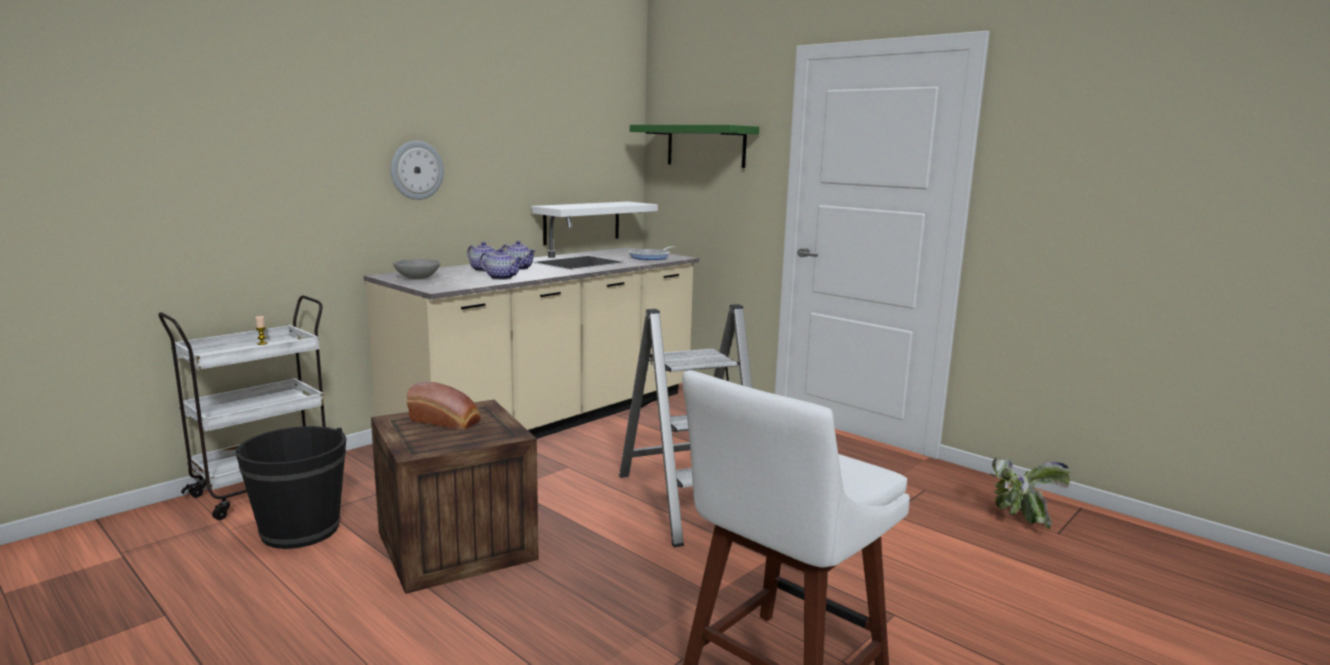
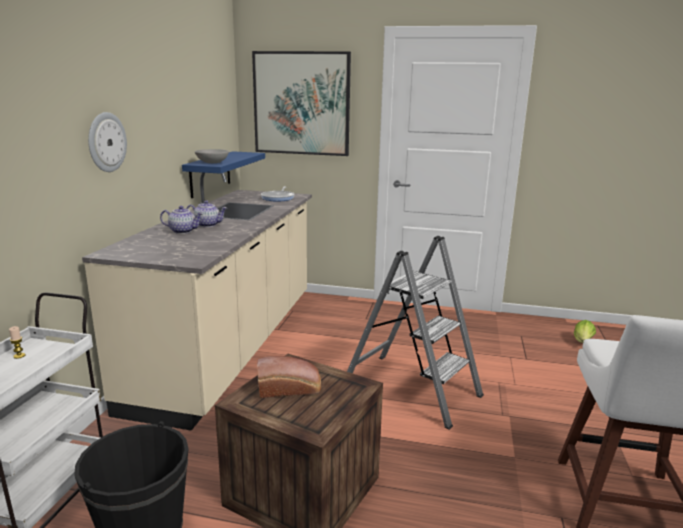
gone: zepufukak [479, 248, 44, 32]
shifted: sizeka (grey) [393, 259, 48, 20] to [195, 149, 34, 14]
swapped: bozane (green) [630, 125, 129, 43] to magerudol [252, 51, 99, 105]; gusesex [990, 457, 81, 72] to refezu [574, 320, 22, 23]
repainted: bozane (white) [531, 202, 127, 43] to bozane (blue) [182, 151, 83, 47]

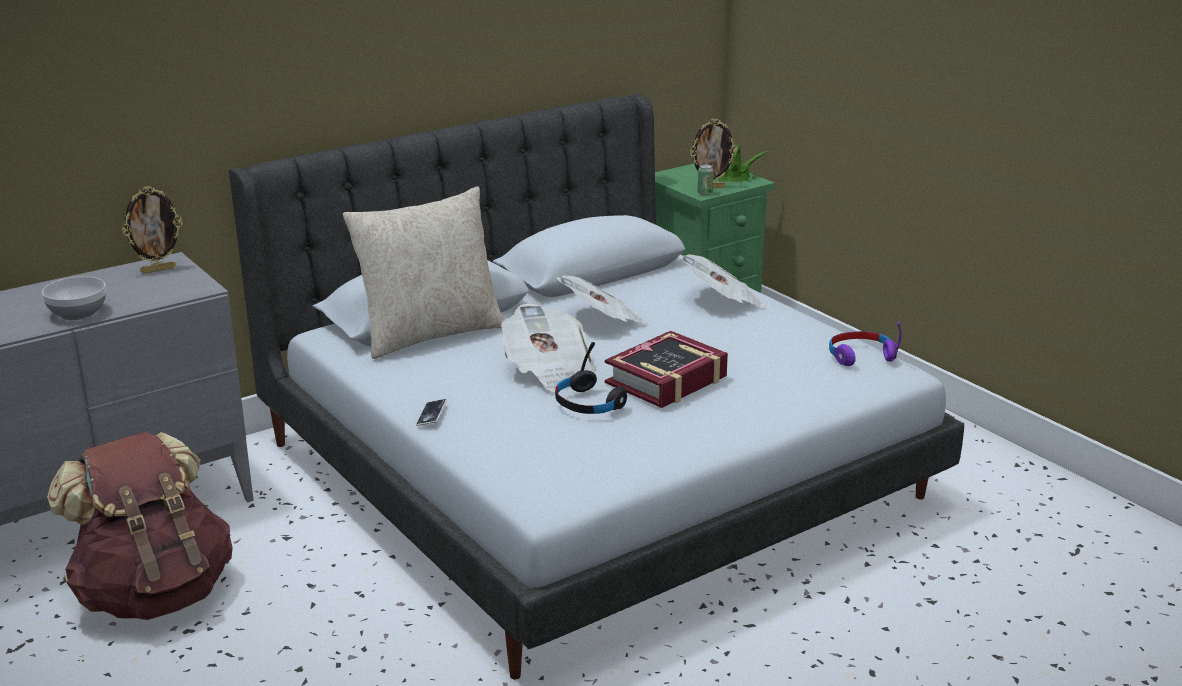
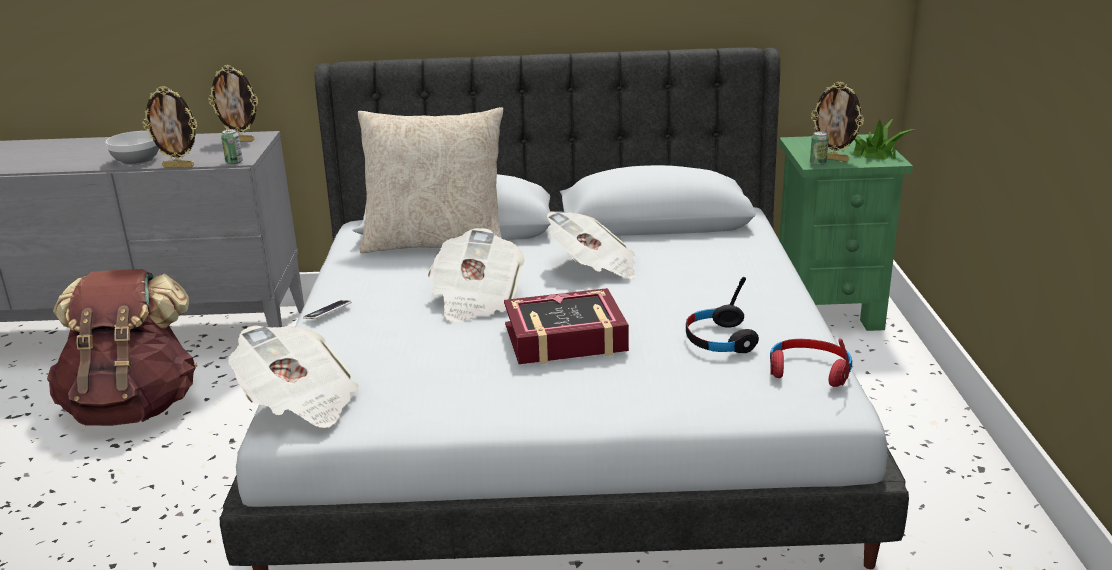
new: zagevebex [142, 86, 55, 82]; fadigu [221, 129, 22, 35]
shifted: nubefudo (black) [555, 342, 72, 72] to [686, 277, 73, 76]; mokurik [679, 254, 86, 53] to [228, 325, 131, 103]
repainted: nubefudo (purple) [829, 322, 72, 44] to nubefudo (red) [770, 338, 82, 49]

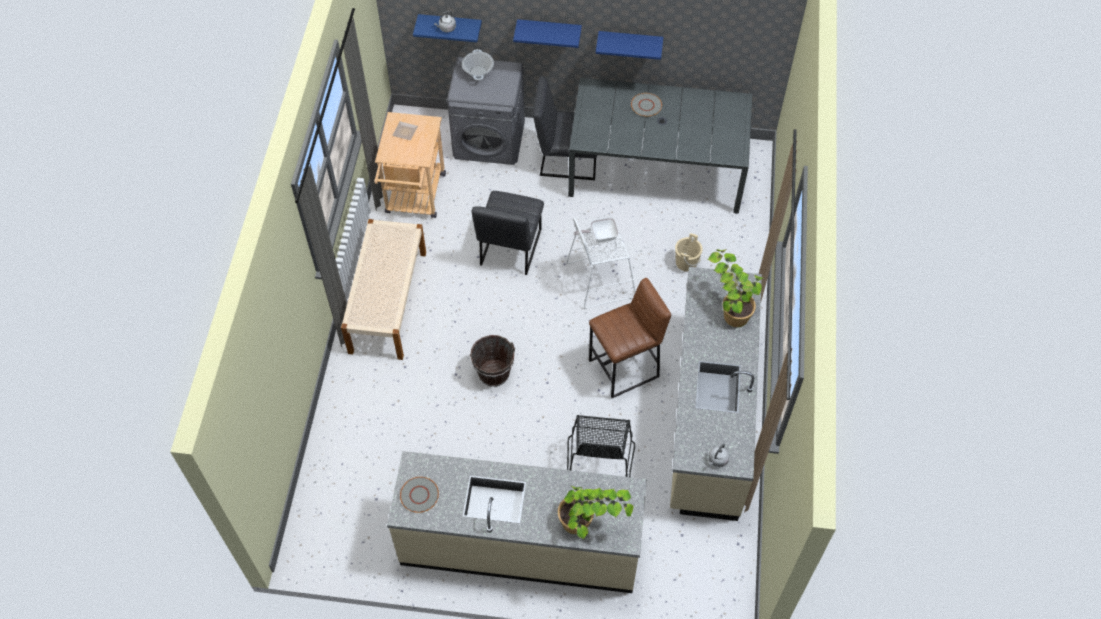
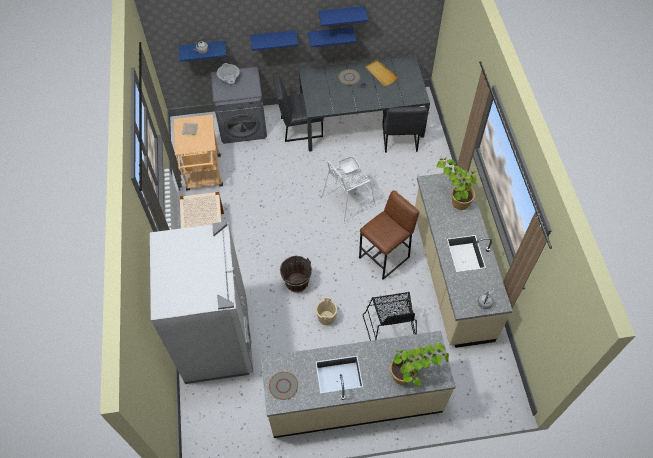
new: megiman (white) [150, 221, 104, 163]; bozane (blue) [318, 6, 50, 21]; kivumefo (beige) [365, 60, 33, 26]
shifted: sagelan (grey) [472, 191, 72, 84] to [382, 100, 45, 53]; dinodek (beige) [675, 233, 27, 39] to [316, 297, 21, 28]

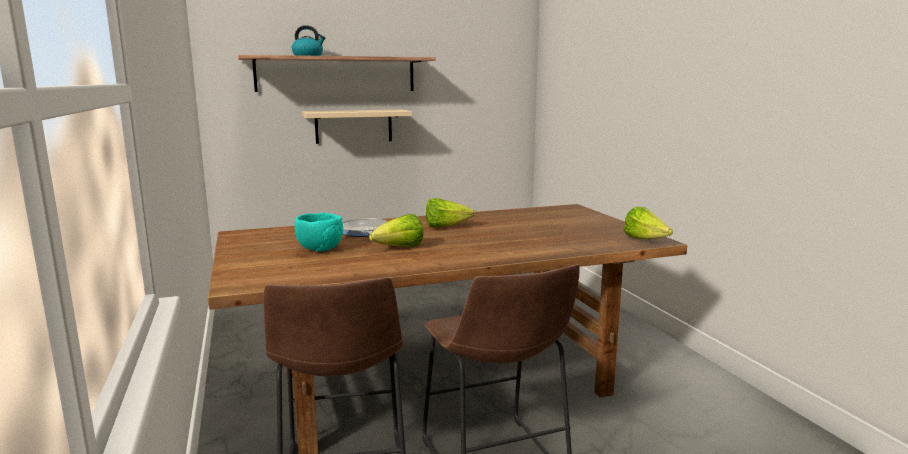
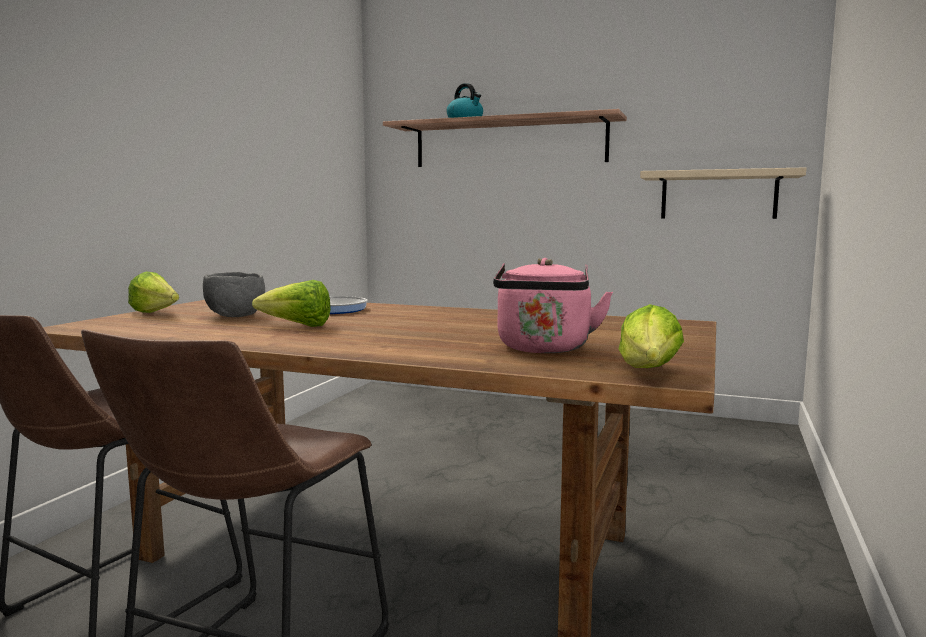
new: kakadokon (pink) [493, 258, 120, 95]
shifted: bozane (beige) [302, 109, 110, 35] to [640, 167, 166, 52]; refezu [426, 198, 49, 30] to [128, 271, 51, 42]
repainted: sizeka (turquoise) [295, 213, 48, 38] to sizeka (grey) [203, 272, 62, 45]

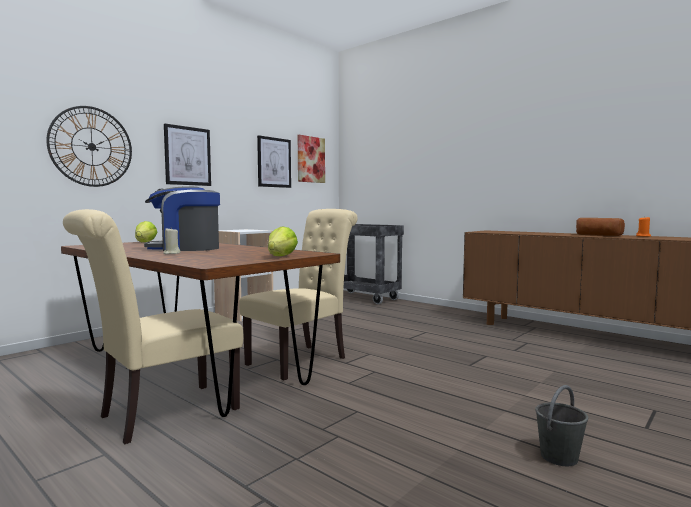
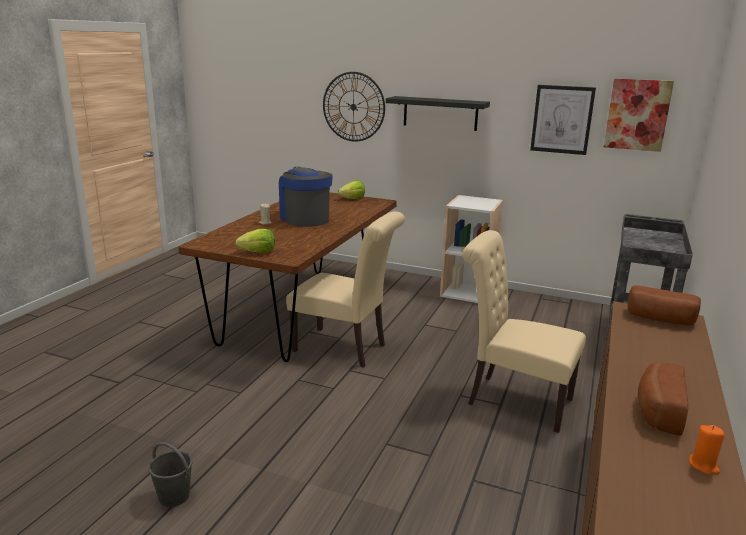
new: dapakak [628, 285, 73, 41]
shifted: sagelan (beige) [63, 209, 180, 235] to [462, 230, 124, 203]
swapped: magerudol [164, 123, 47, 63] to bozane (black) [386, 96, 104, 35]

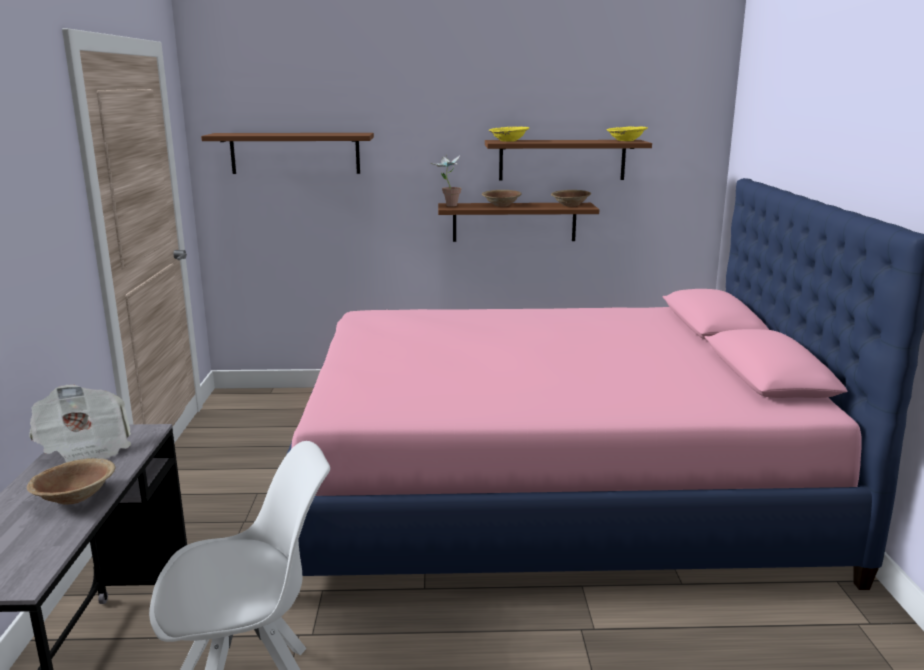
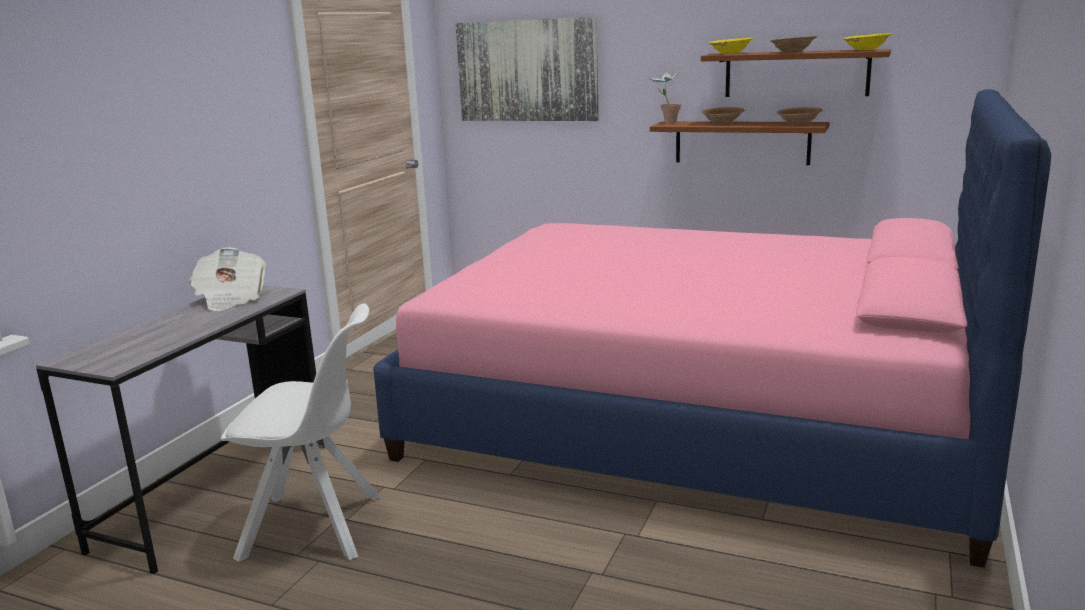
shifted: sizeka (brown) [27, 458, 88, 47] to [770, 36, 47, 17]
swapped: bozane (brown) [201, 133, 173, 41] to magerudol [455, 17, 144, 104]

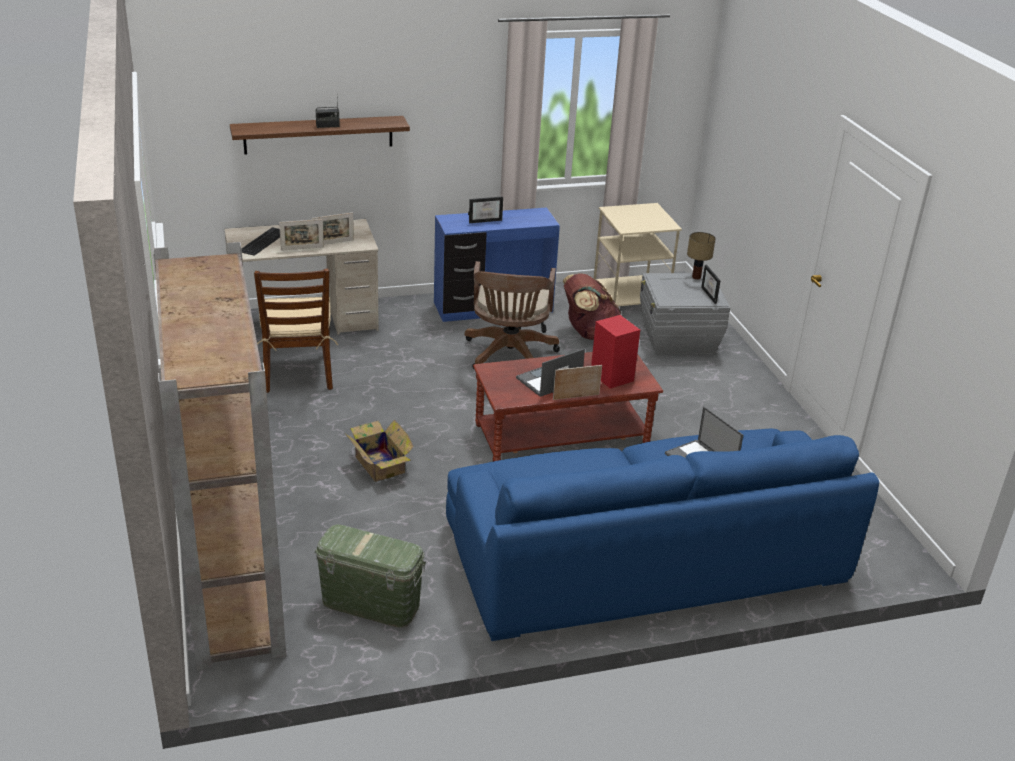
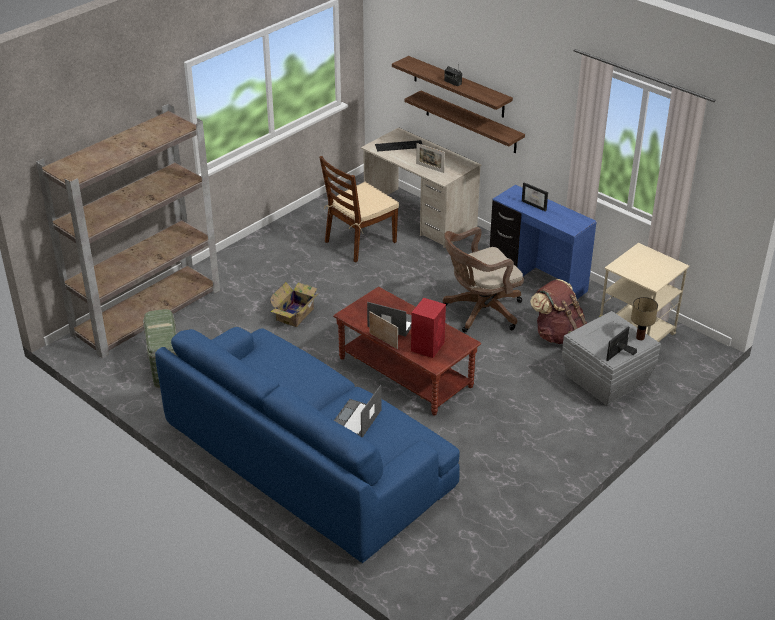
gone: zagevebex [279, 219, 45, 32]
new: bozane [404, 90, 121, 63]

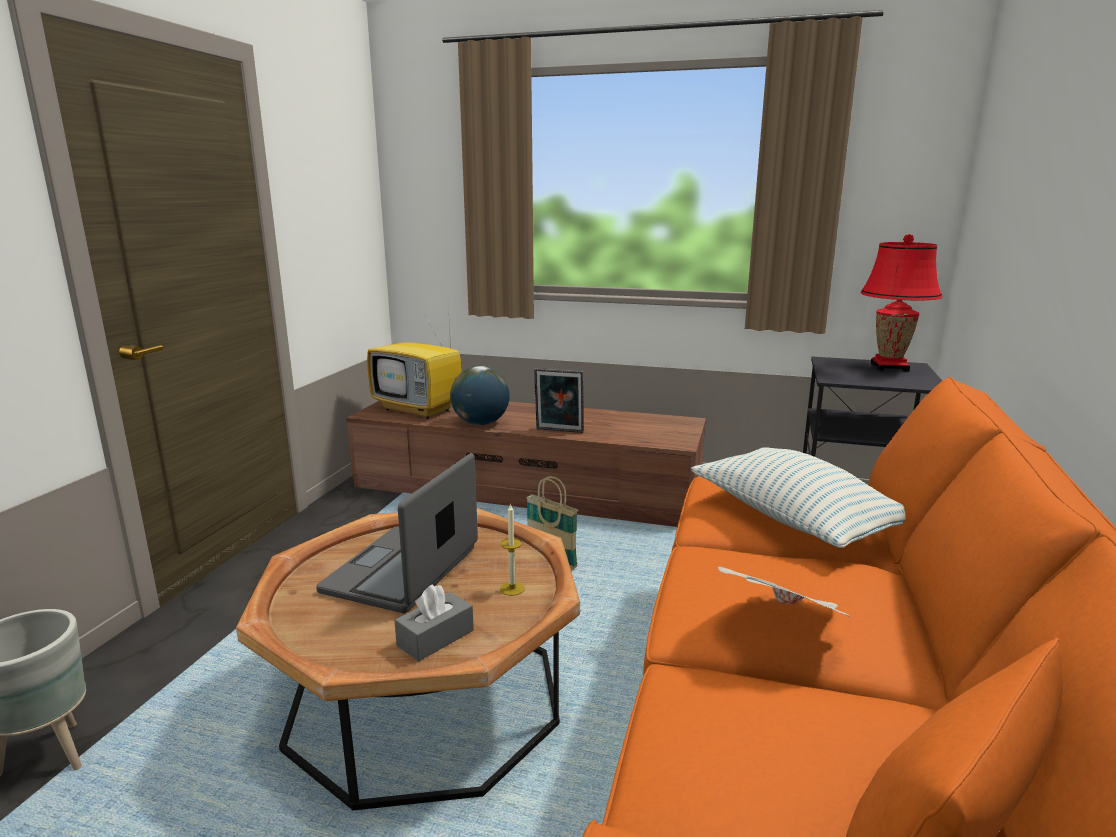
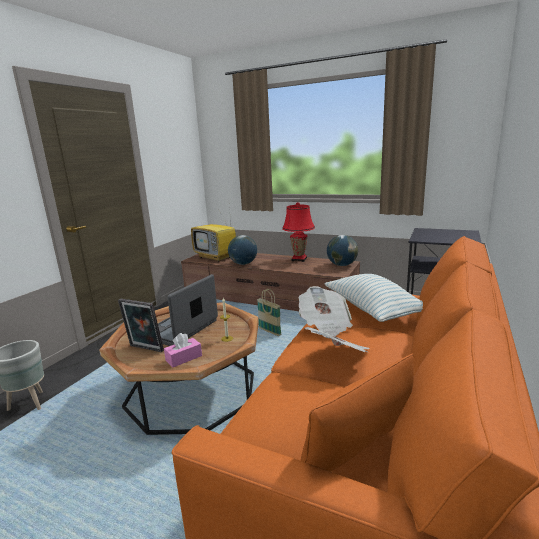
new: mokurik [299, 286, 54, 53]; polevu [327, 235, 31, 31]
shifted: zagevebex [534, 368, 50, 65] to [118, 299, 46, 53]; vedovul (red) [860, 234, 82, 137] to [282, 202, 33, 60]
repainted: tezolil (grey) [394, 584, 80, 78] to tezolil (pink) [164, 333, 38, 34]

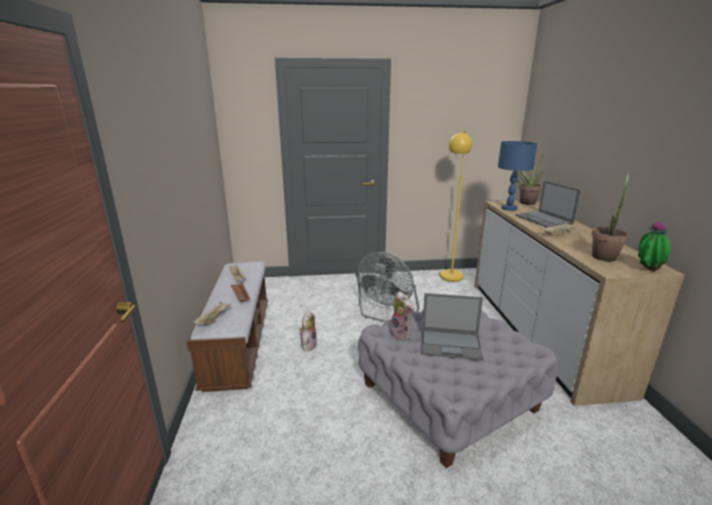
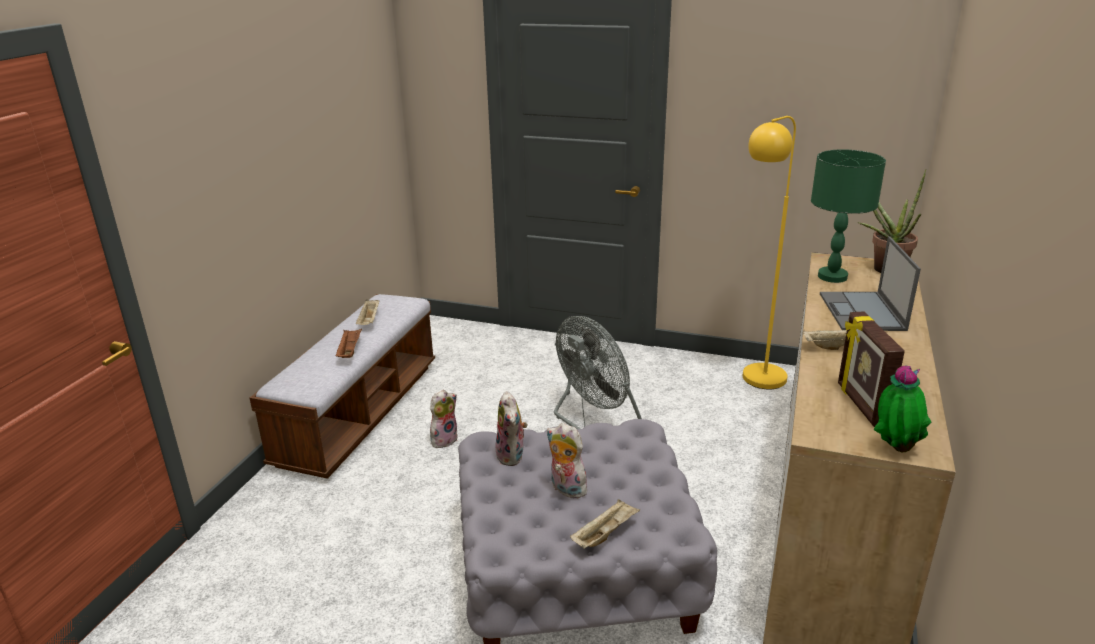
shifted: kivumefo (beige) [193, 301, 38, 24] to [570, 499, 70, 50]
swapped: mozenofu [422, 293, 61, 67] to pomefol [547, 423, 40, 75]; gusesex [591, 171, 38, 91] to zagevebex [838, 311, 67, 116]
repainted: vedovul (blue) [498, 141, 39, 70] to vedovul (green) [811, 149, 75, 134]

